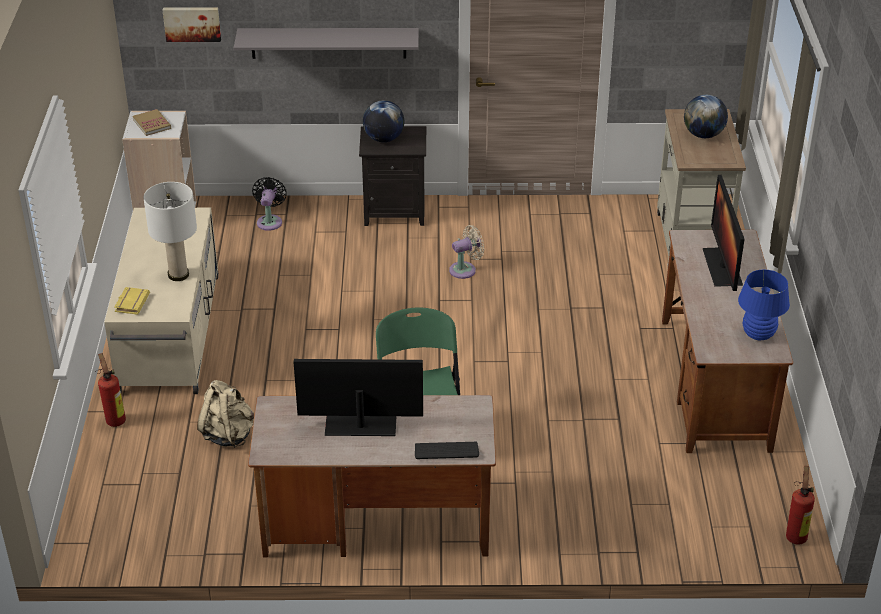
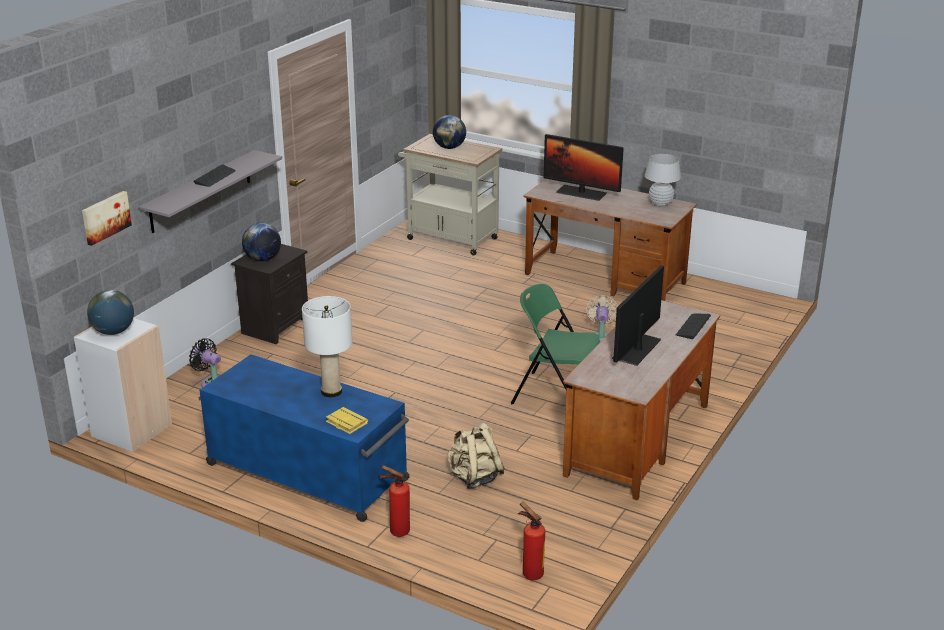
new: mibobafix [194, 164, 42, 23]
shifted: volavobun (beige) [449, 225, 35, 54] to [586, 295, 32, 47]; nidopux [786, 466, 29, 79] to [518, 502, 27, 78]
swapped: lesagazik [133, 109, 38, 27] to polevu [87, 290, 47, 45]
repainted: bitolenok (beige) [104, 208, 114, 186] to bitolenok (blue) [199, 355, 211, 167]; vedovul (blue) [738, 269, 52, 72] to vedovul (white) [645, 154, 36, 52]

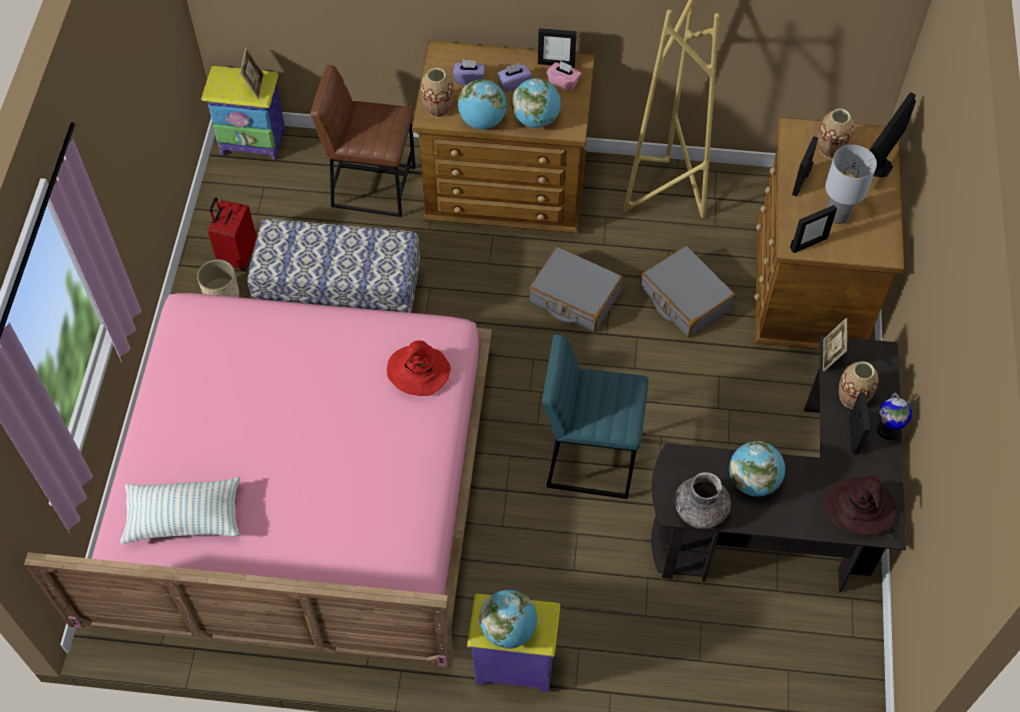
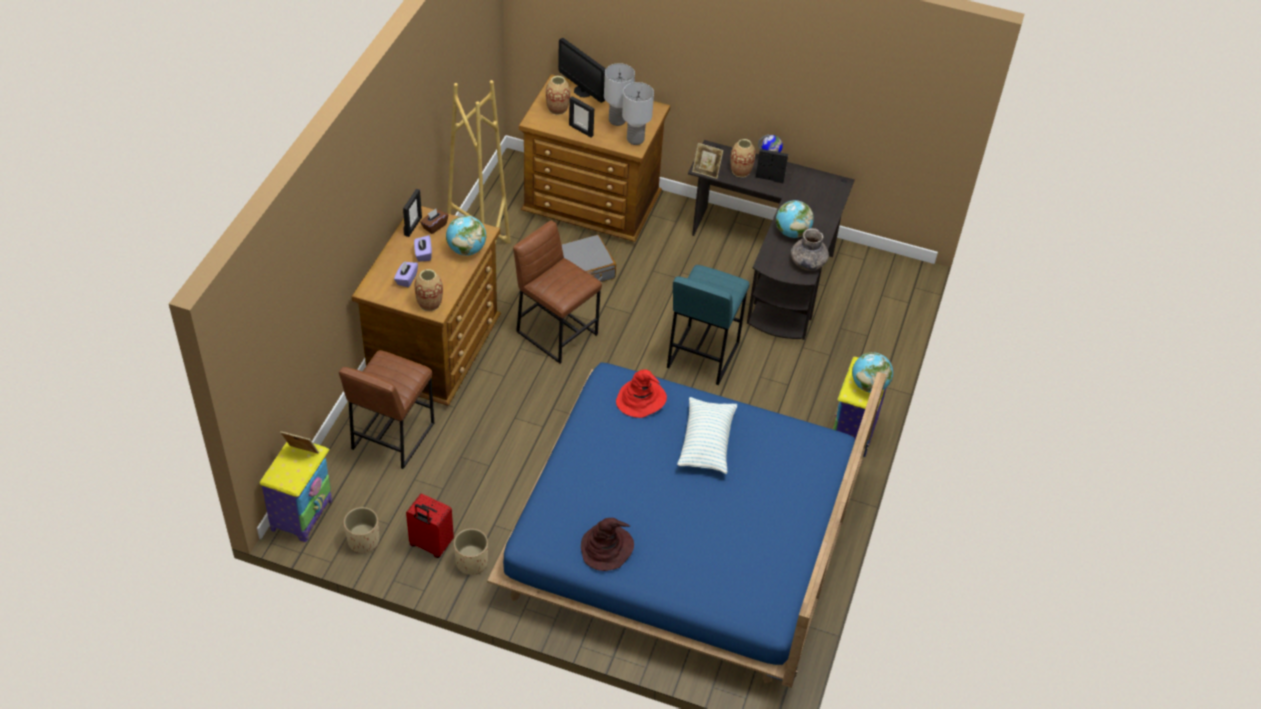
gone: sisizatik [247, 219, 173, 94]; polevu [458, 79, 49, 50]
new: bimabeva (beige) [344, 507, 35, 46]
shifted: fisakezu [120, 477, 120, 67] to [677, 397, 60, 77]; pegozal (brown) [825, 475, 71, 60] to [581, 518, 53, 53]
swapped: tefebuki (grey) [528, 246, 95, 86] to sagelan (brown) [513, 220, 89, 143]; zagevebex [790, 205, 47, 48] to vedovul (grey) [622, 82, 32, 63]
repainted: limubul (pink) [24, 293, 468, 374] to limubul (blue) [487, 362, 400, 326]; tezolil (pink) [547, 61, 34, 30] to tezolil (brown) [420, 209, 28, 25]

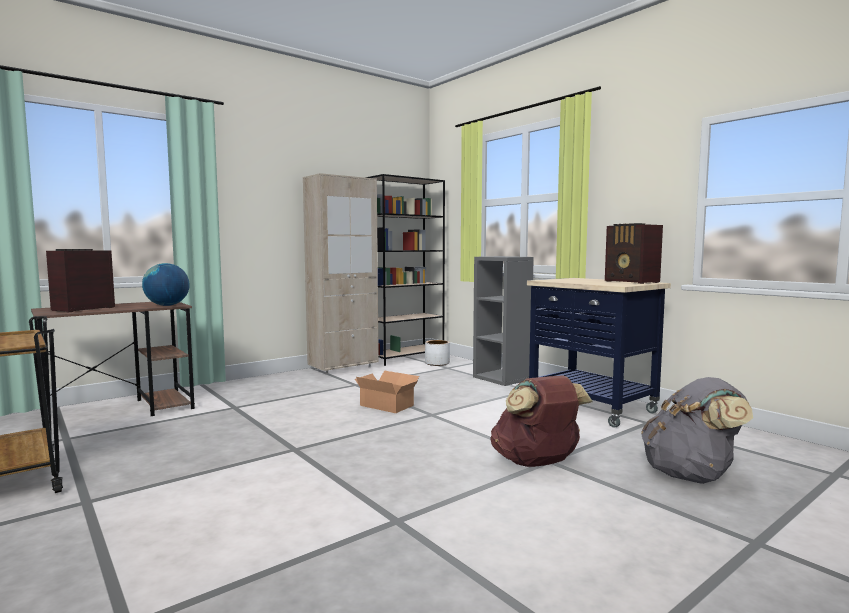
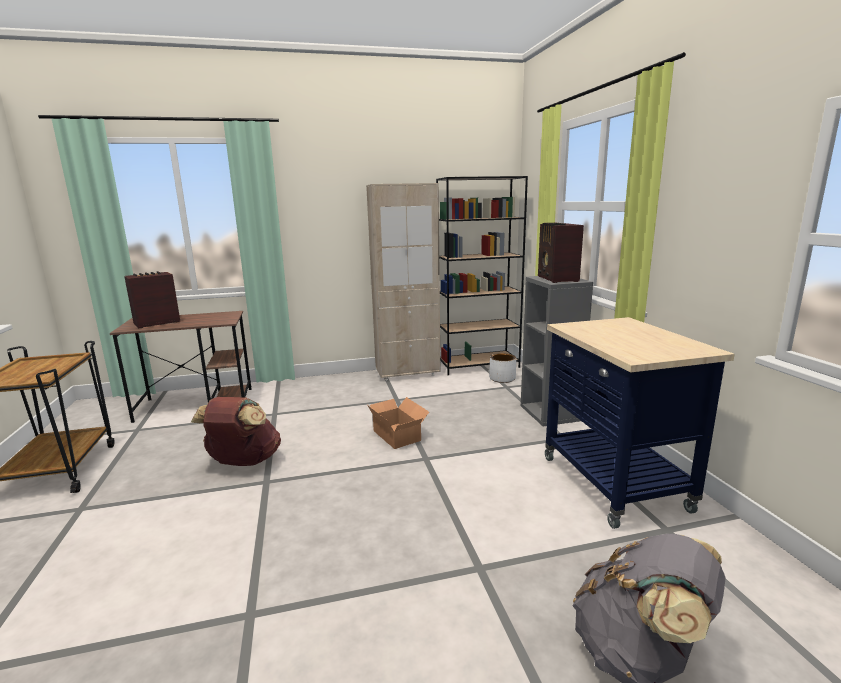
gone: polevu [142, 263, 48, 43]
shifted: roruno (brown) [490, 375, 102, 92] to [191, 397, 90, 69]; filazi [605, 223, 58, 61] to [538, 223, 46, 60]

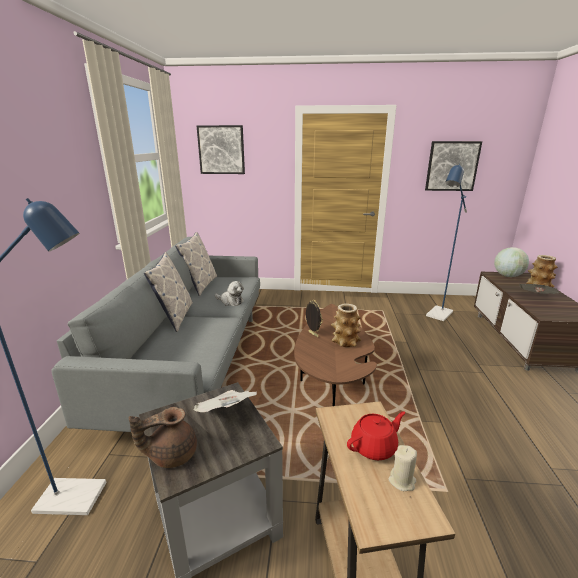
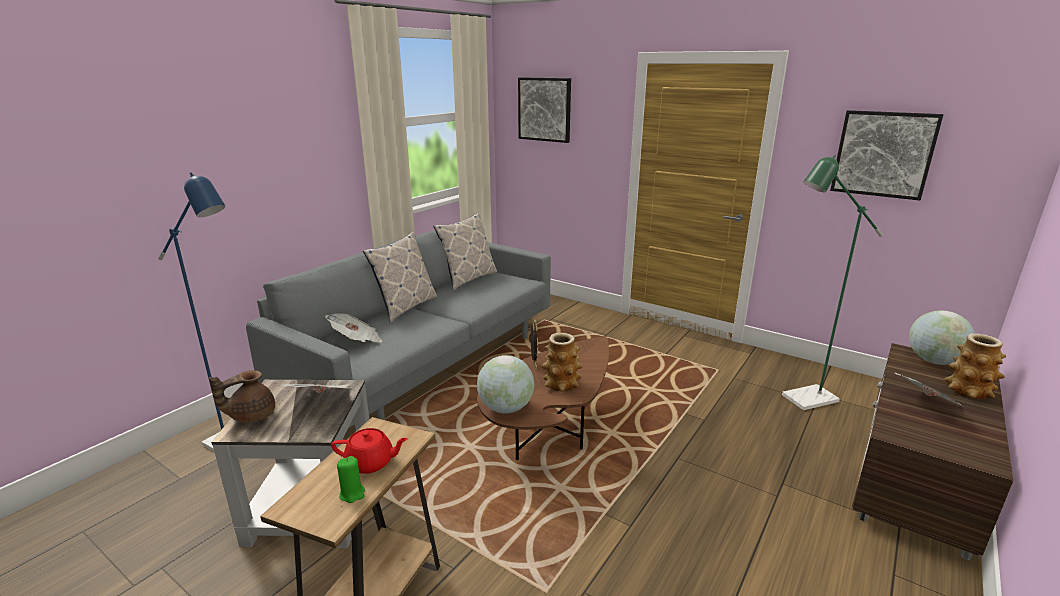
gone: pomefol [215, 281, 29, 25]
new: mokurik [325, 313, 58, 29]; polevu [477, 355, 57, 58]
repainted: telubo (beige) [388, 445, 29, 46] to telubo (green) [337, 456, 28, 47]; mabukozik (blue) [426, 164, 41, 157] to mabukozik (green) [782, 155, 101, 255]
rotated: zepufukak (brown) [129, 407, 68, 61] = [209, 370, 66, 53] 45 degrees counterclockwise

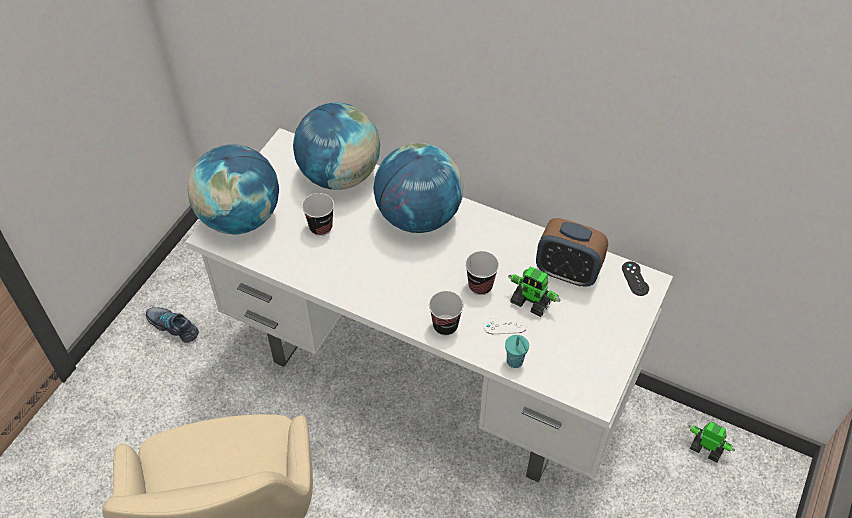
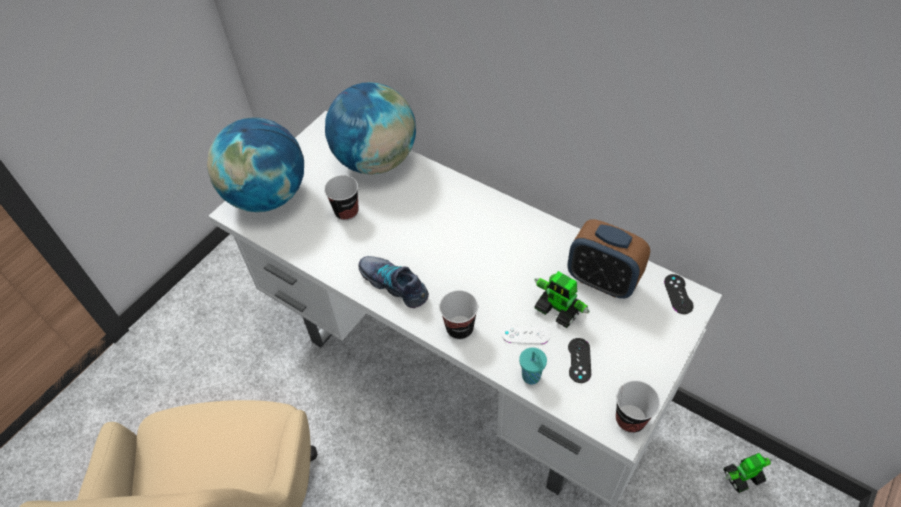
gone: polevu [374, 143, 89, 90]
new: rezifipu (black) [568, 338, 23, 45]
shifted: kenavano [146, 307, 53, 36] to [359, 256, 70, 52]; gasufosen [465, 251, 34, 44] to [616, 380, 44, 53]
rotated: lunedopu [688, 422, 47, 41] = [723, 453, 49, 40] 60 degrees counterclockwise

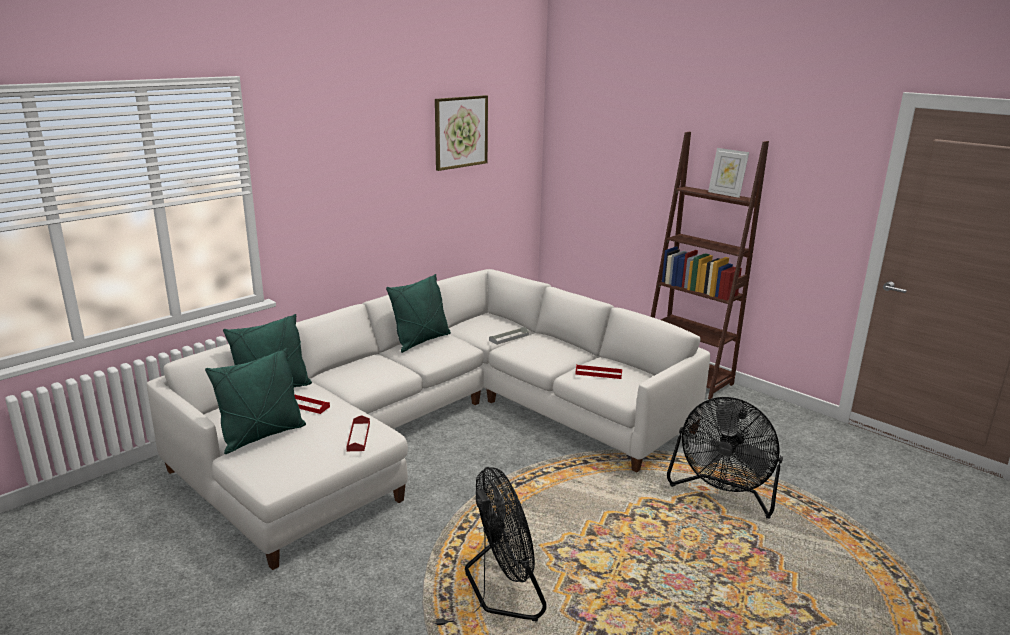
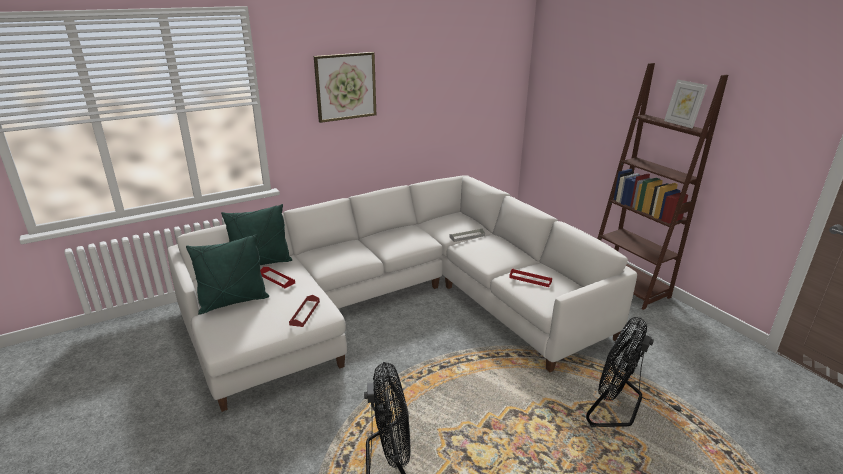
gone: fisakezu (green) [386, 274, 65, 79]
shifted: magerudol [435, 95, 53, 76] to [314, 52, 62, 71]
rotated: volavobun (black) [667, 397, 116, 121] = [586, 317, 97, 110] 75 degrees clockwise

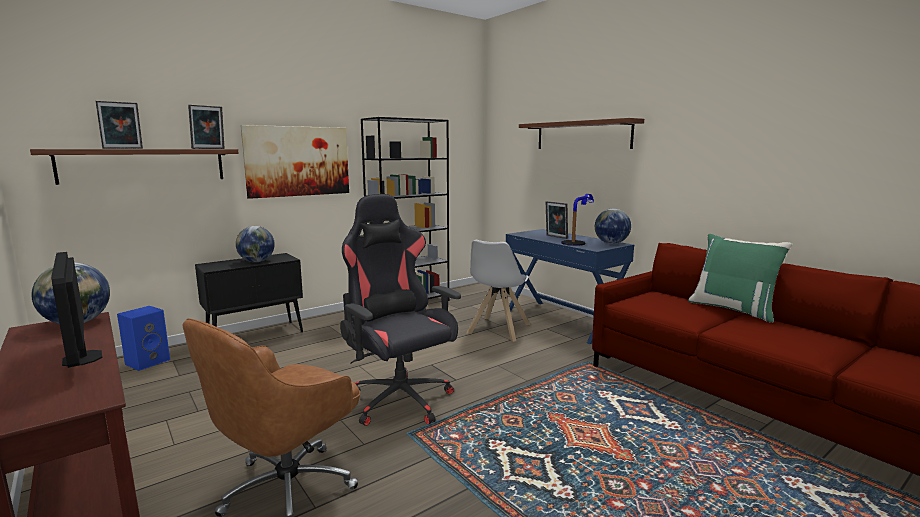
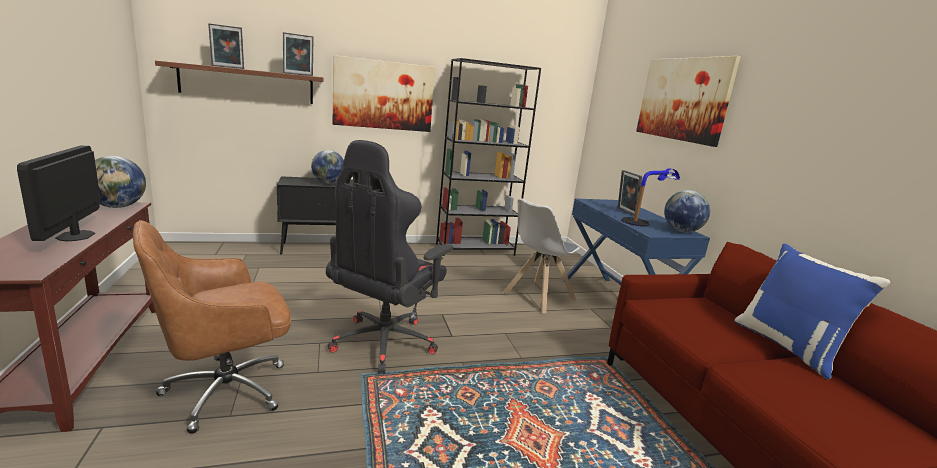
gone: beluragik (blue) [117, 306, 53, 65]
swapped: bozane [519, 118, 125, 31] to magerudol [636, 56, 105, 91]
repainted: fisakezu (green) [688, 234, 104, 89] to fisakezu (blue) [734, 244, 156, 135]
rotated: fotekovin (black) [340, 194, 121, 232] = [326, 140, 127, 234] 135 degrees counterclockwise

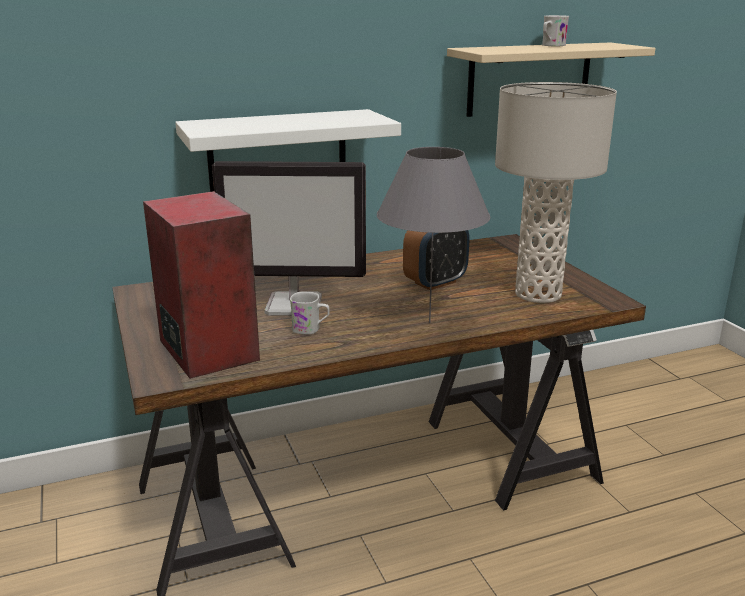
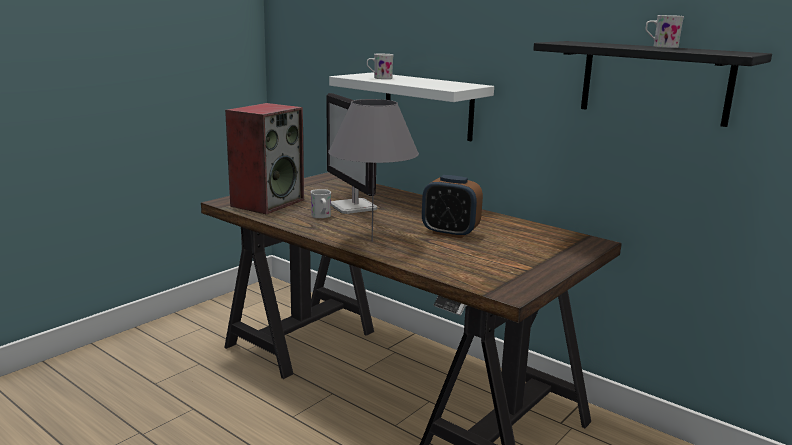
gone: vedovul (white) [495, 82, 122, 221]
new: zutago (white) [367, 54, 26, 25]
repainted: bozane (beige) [447, 42, 209, 75] to bozane (black) [533, 41, 239, 86]

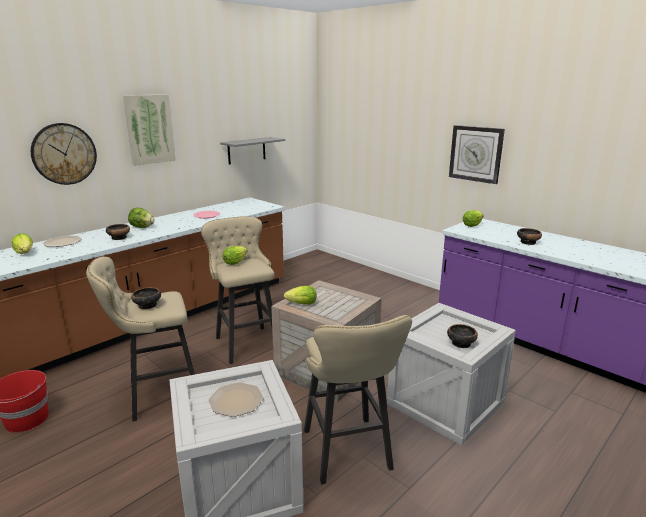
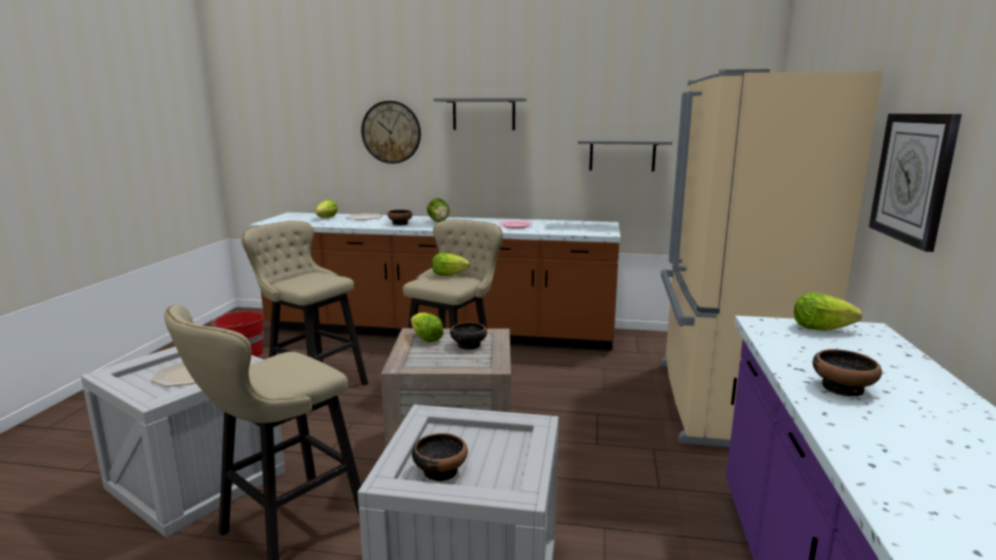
new: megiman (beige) [661, 69, 222, 378]
shifted: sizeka [131, 287, 30, 22] to [450, 322, 37, 28]
swapped: magerudol [123, 94, 53, 72] to bozane (grey) [433, 98, 94, 32]

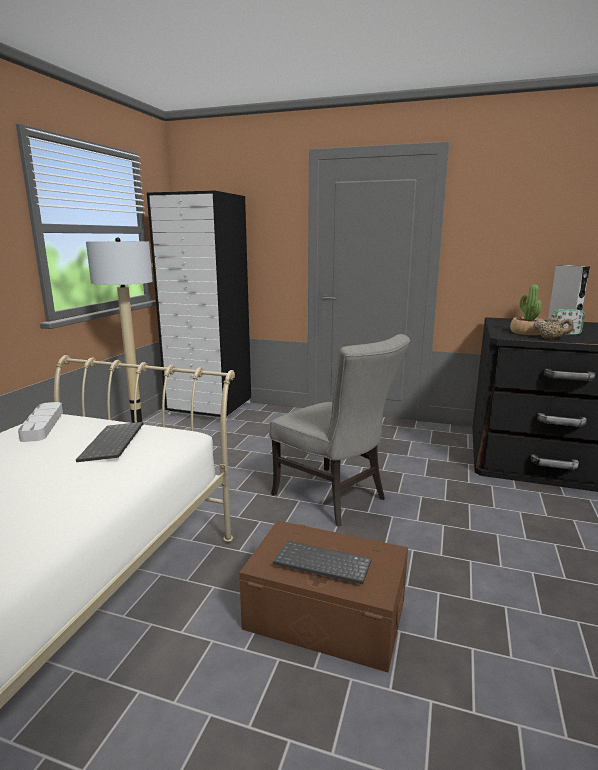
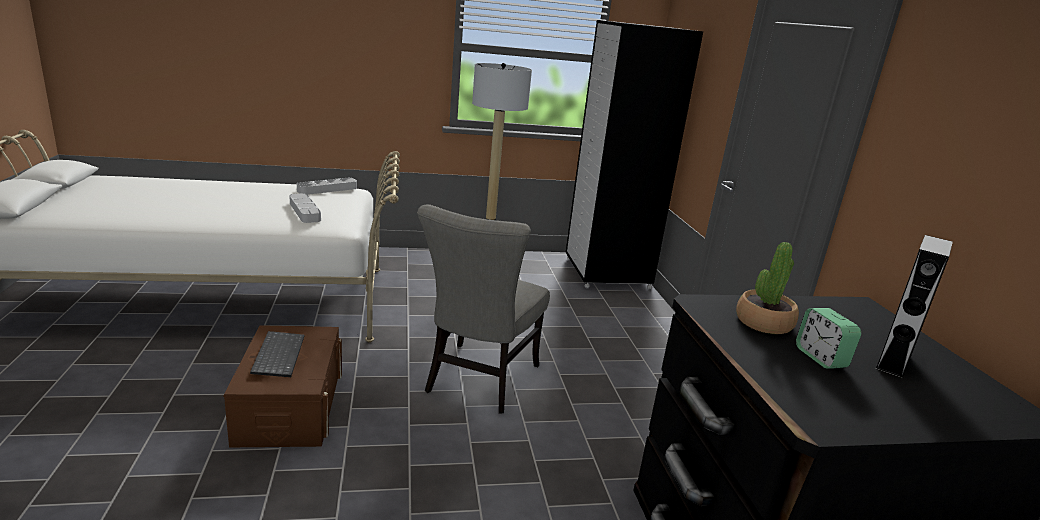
gone: zepufukak (beige) [533, 314, 41, 25]
swapped: mibobafix [76, 422, 67, 40] to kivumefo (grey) [289, 193, 32, 30]

